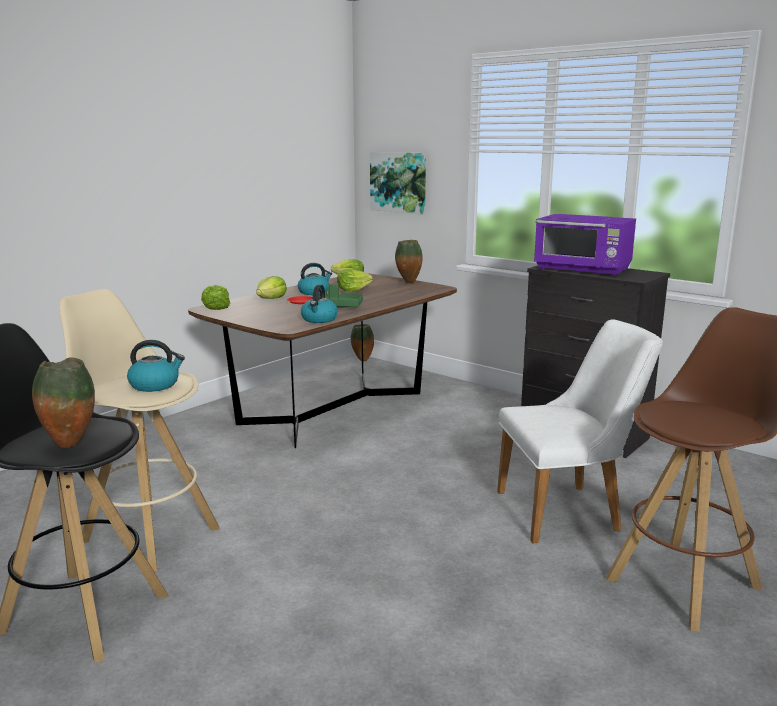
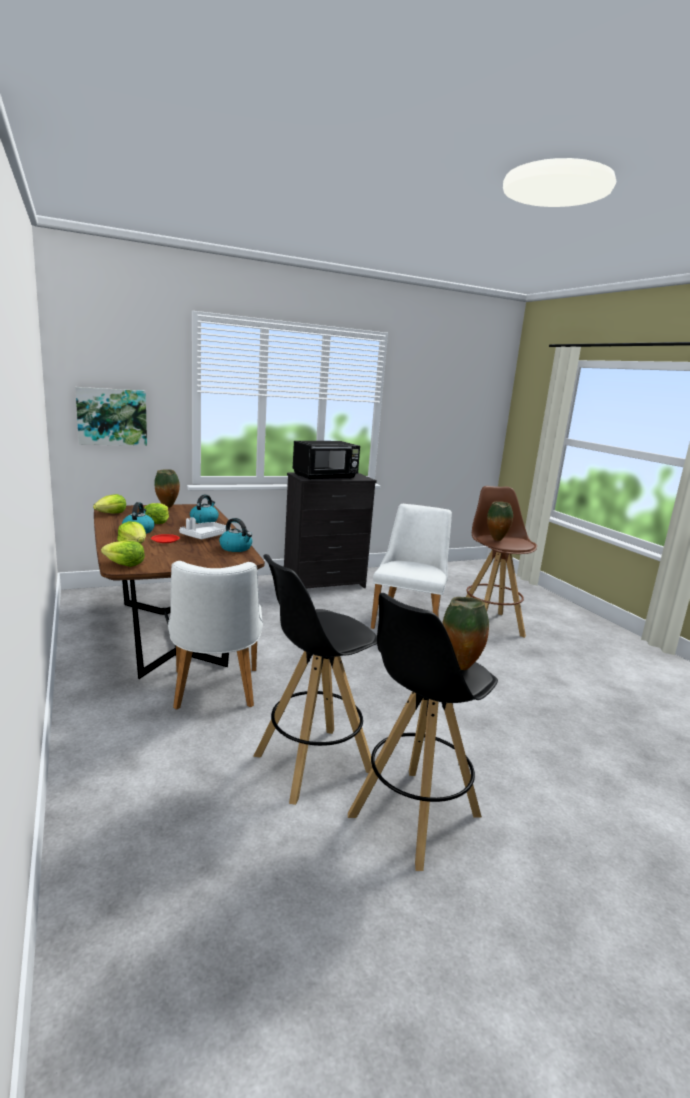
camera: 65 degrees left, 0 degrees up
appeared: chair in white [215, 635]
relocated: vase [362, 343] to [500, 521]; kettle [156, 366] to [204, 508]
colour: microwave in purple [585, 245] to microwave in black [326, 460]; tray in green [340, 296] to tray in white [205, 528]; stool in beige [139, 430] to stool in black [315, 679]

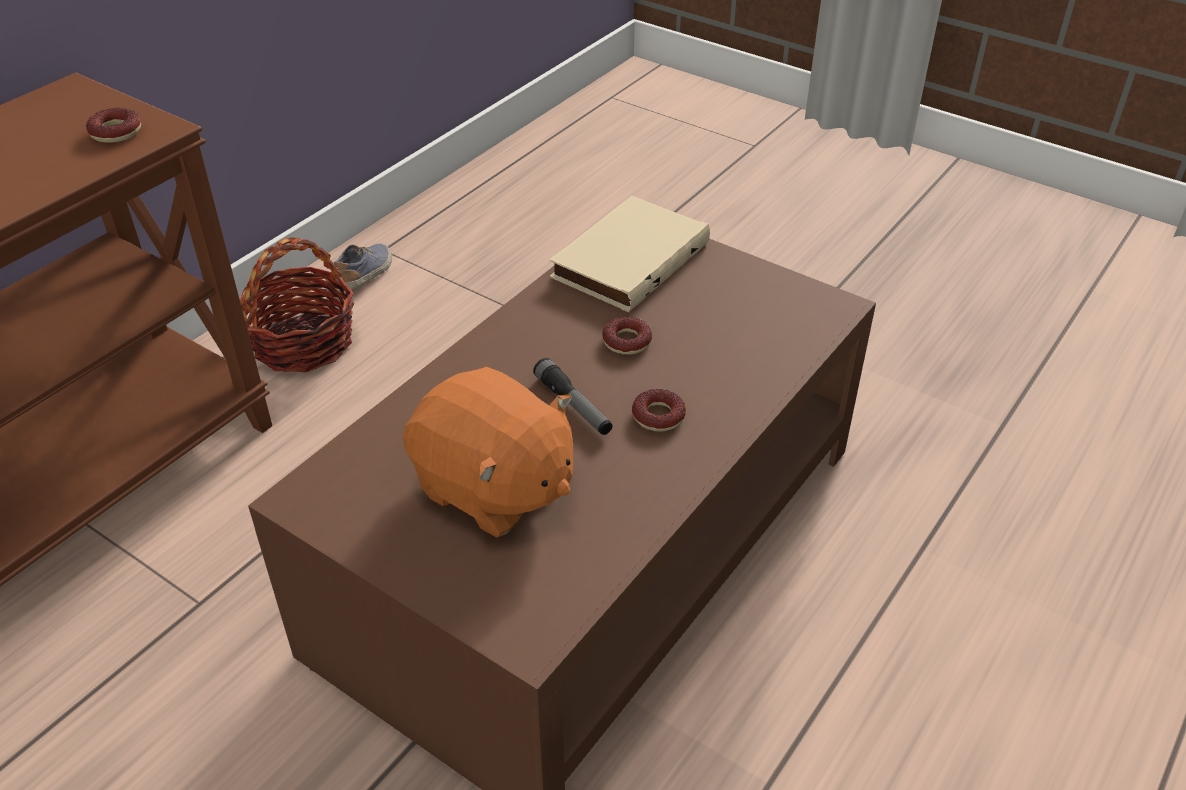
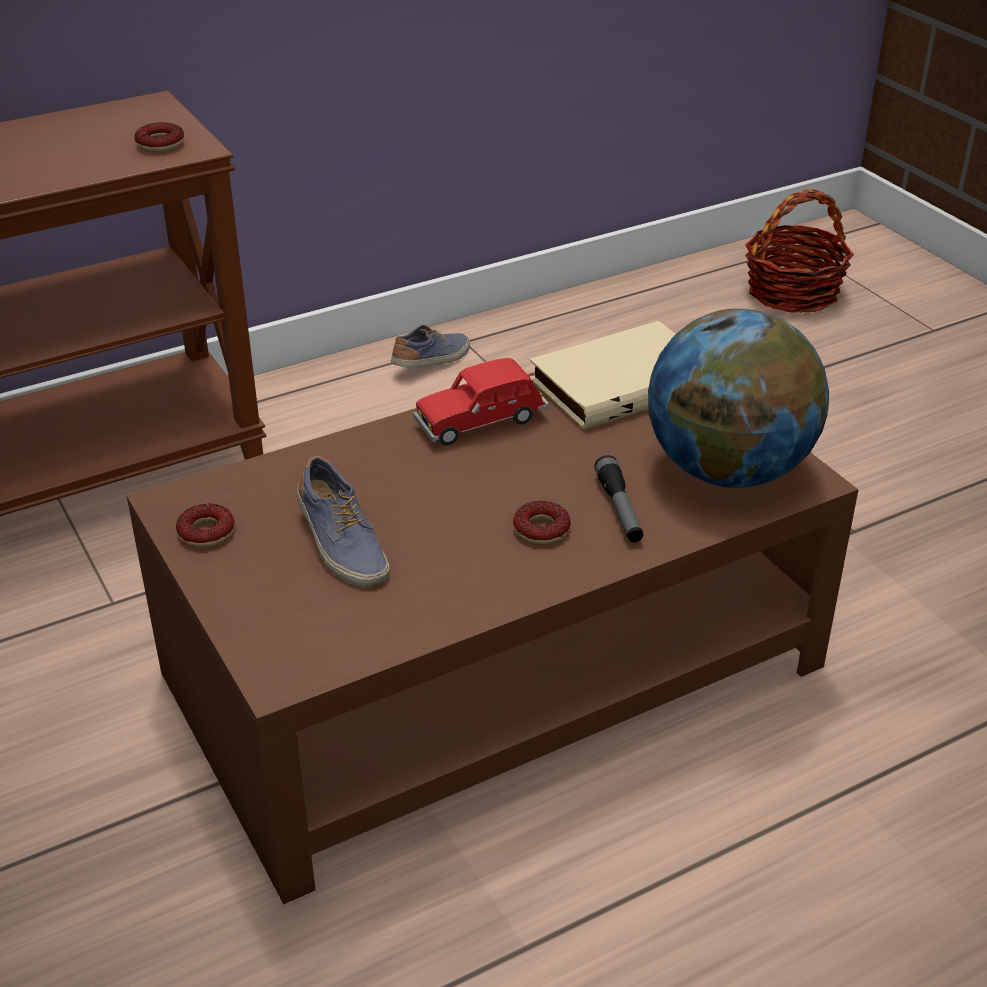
camera: 25 degrees right, 5 degrees down
appeared: globe [738, 398]; toy car in red [481, 402]
relocated: basket [297, 304] to [799, 251]; donut [627, 336] to [205, 525]; flashlight [572, 396] to [618, 498]
exchanged: plush toy in orange [488, 452] to shoe [342, 521]

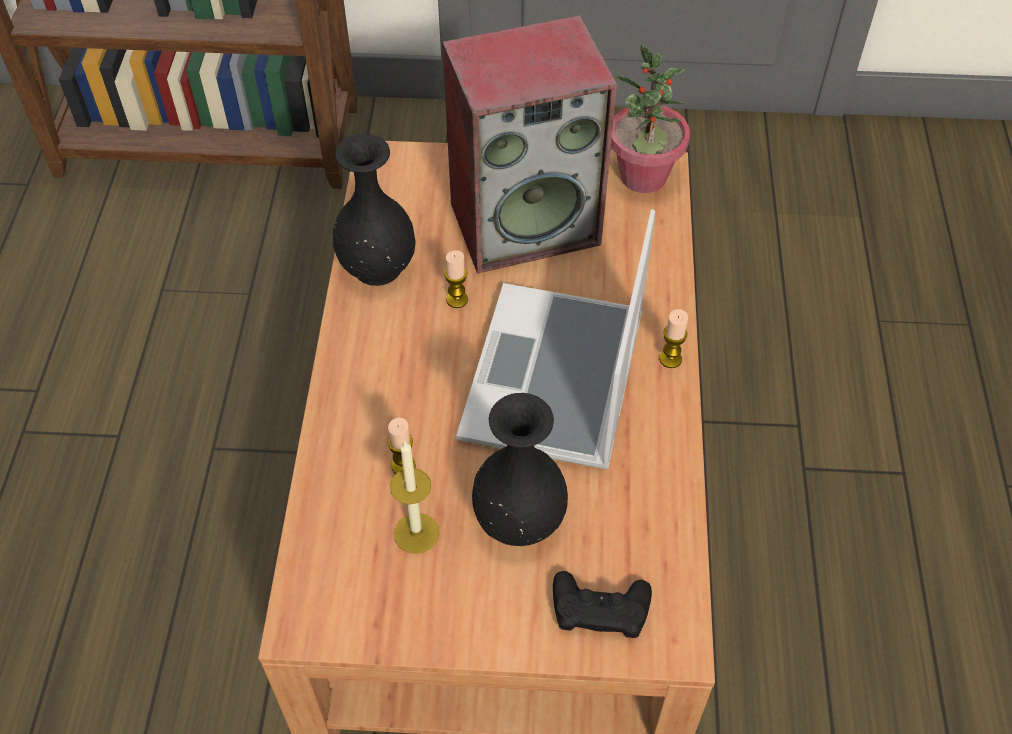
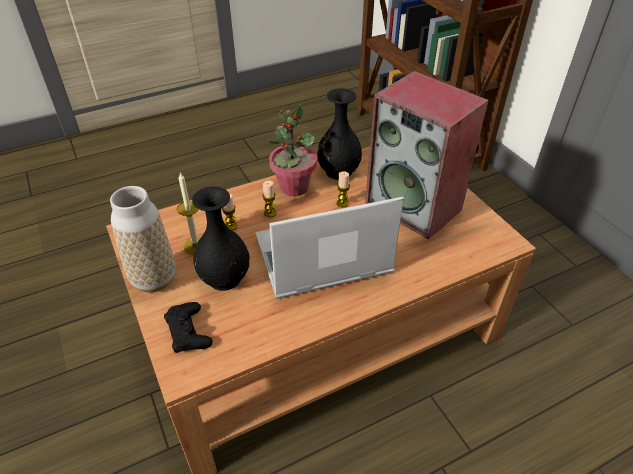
camera: 60 degrees right, 10 degrees down
appeared: vase [143, 239]
relocated: potted plant [650, 118] to [292, 150]; candle [673, 338] to [269, 199]

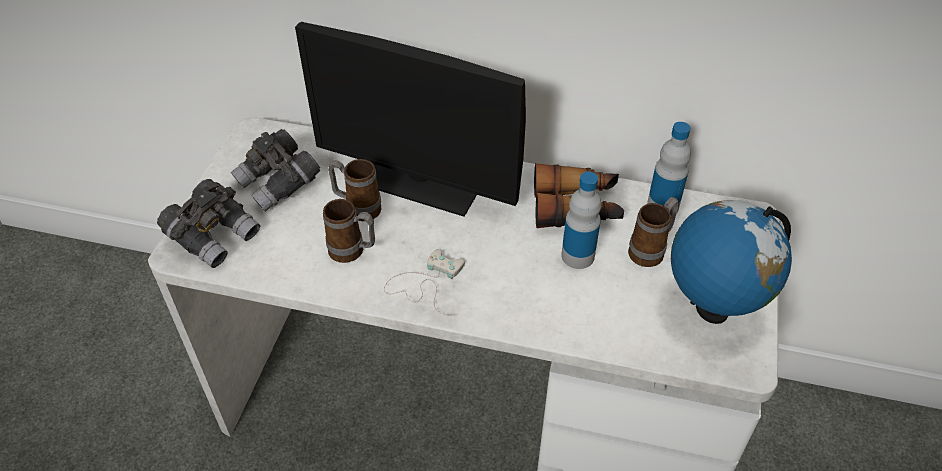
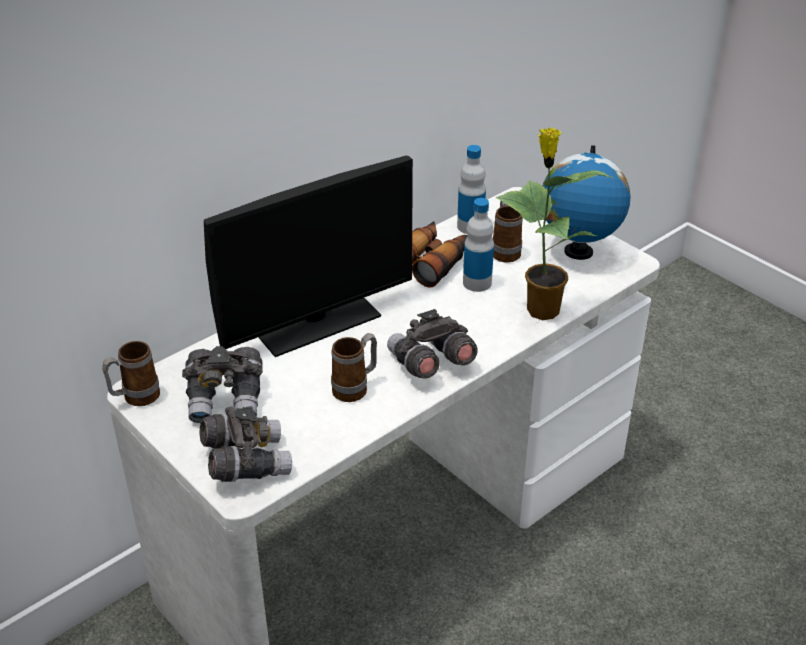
camera: 55 degrees left, 10 degrees down
appeared: potted plant [554, 223]
relocated: mug [355, 190] to [131, 373]
exchanged: game controller in white [424, 282] to binoculars in grey [432, 344]

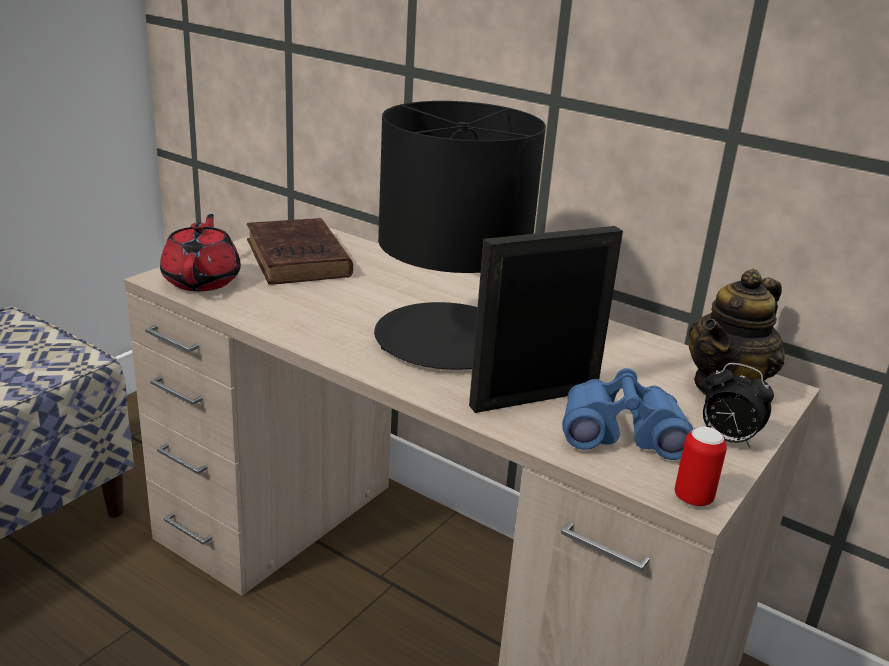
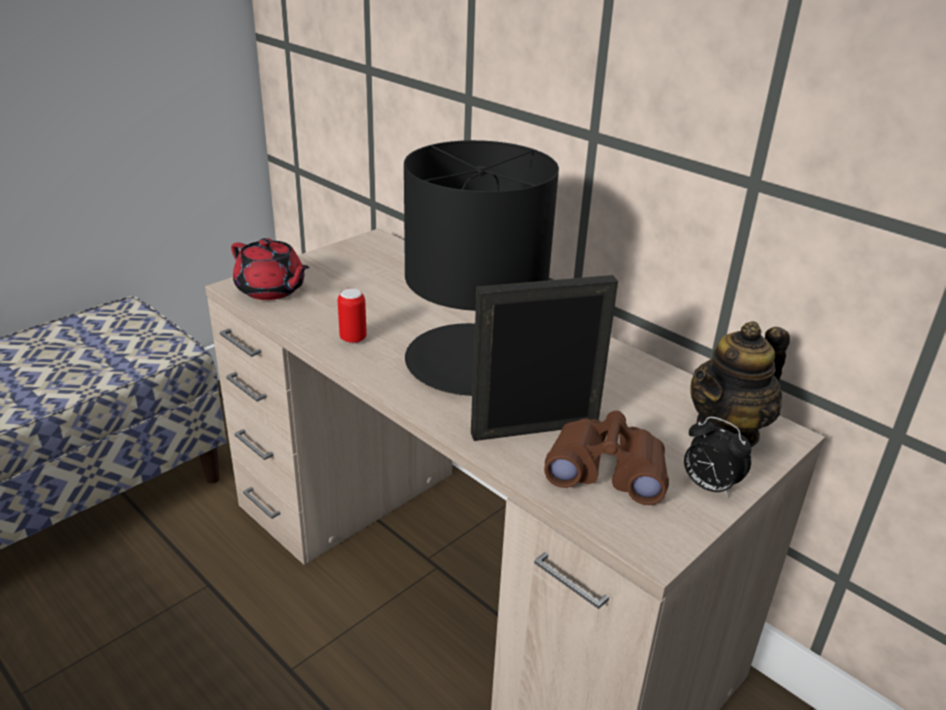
camera: 10 degrees right, 5 degrees up
missing: book in brown [300, 251]
relocated: can [701, 467] to [352, 315]
colour: binoculars in blue [627, 414] to binoculars in brown [606, 457]
spun: teapot in red [200, 252] = [270, 269] 120 degrees clockwise

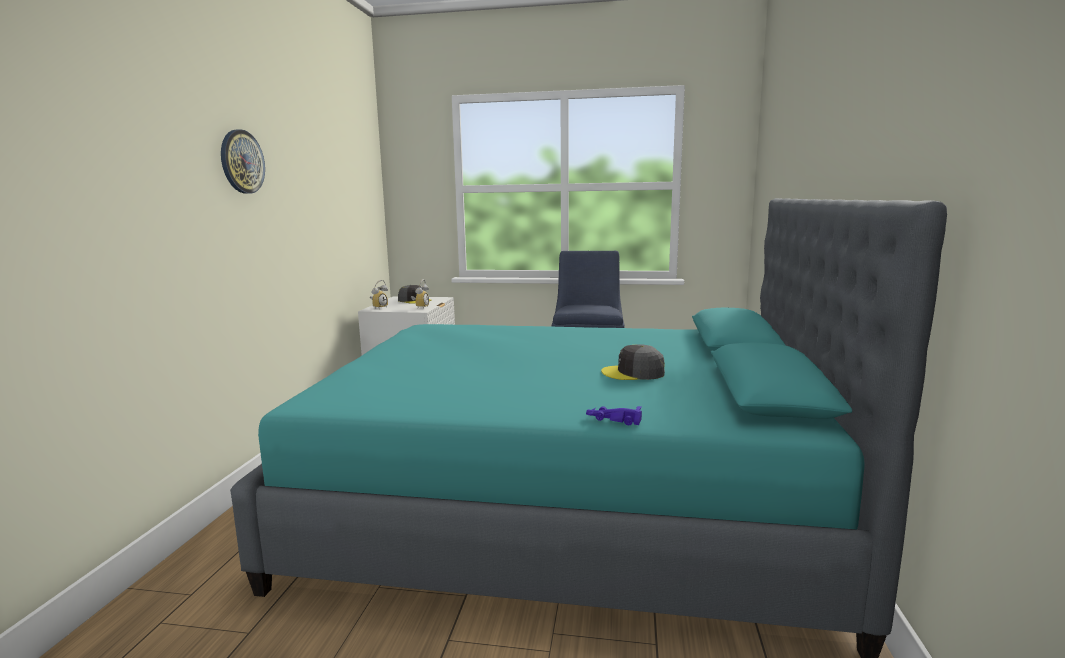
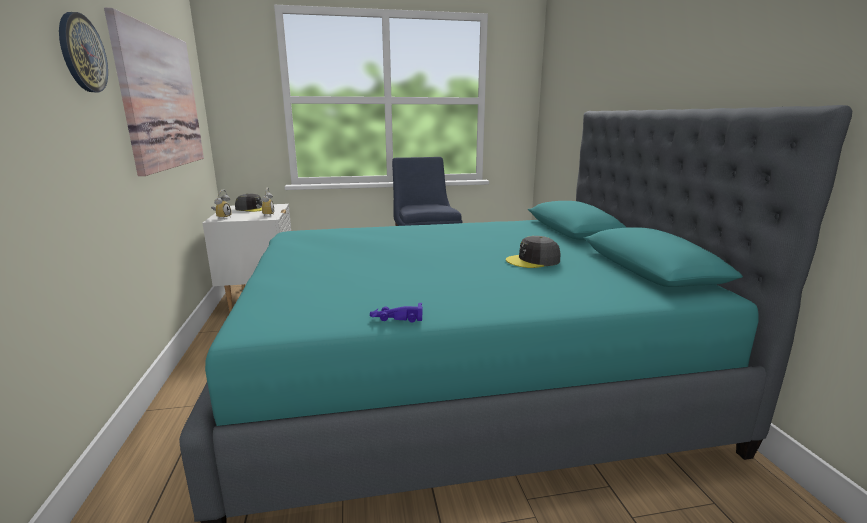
camera: 20 degrees left, 5 degrees up
appeared: picture [154, 91]
relocated: toy car in purple [614, 415] to [396, 312]

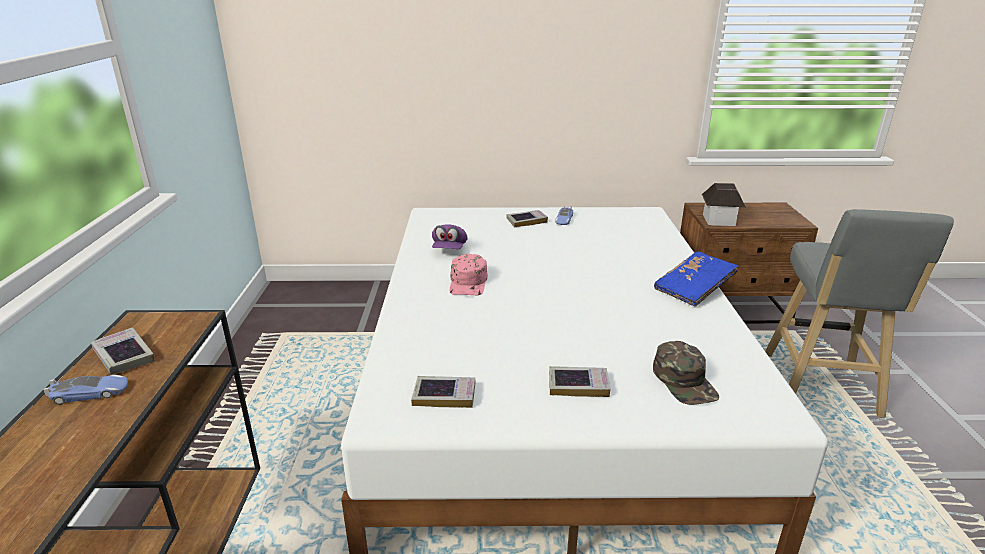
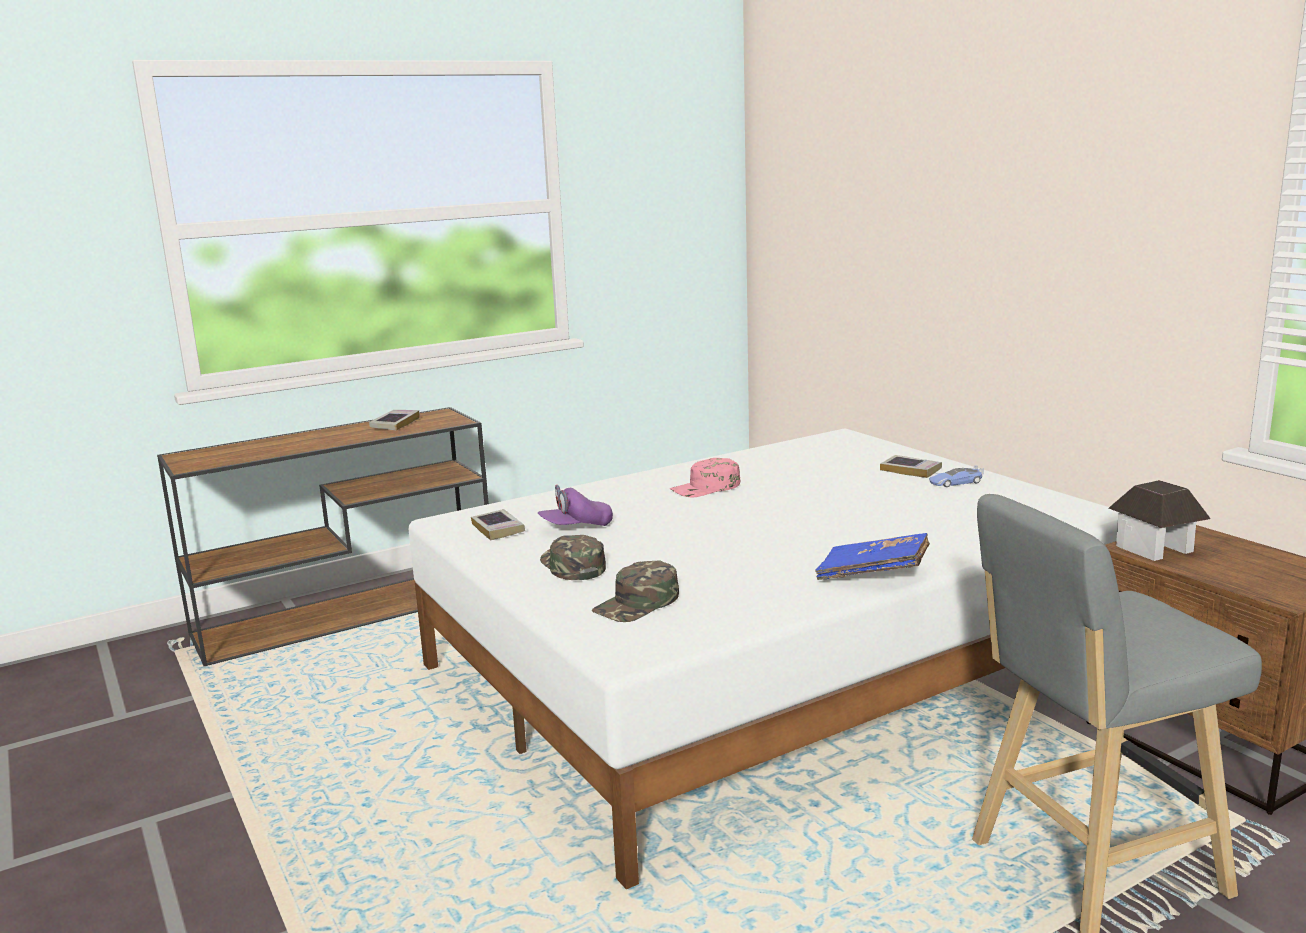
camera: 60 degrees right, 10 degrees down
missing: toy car [86, 390]
relocated: cap in purple [450, 236] to [575, 505]
exchanged: book [580, 381] to cap in green [573, 557]

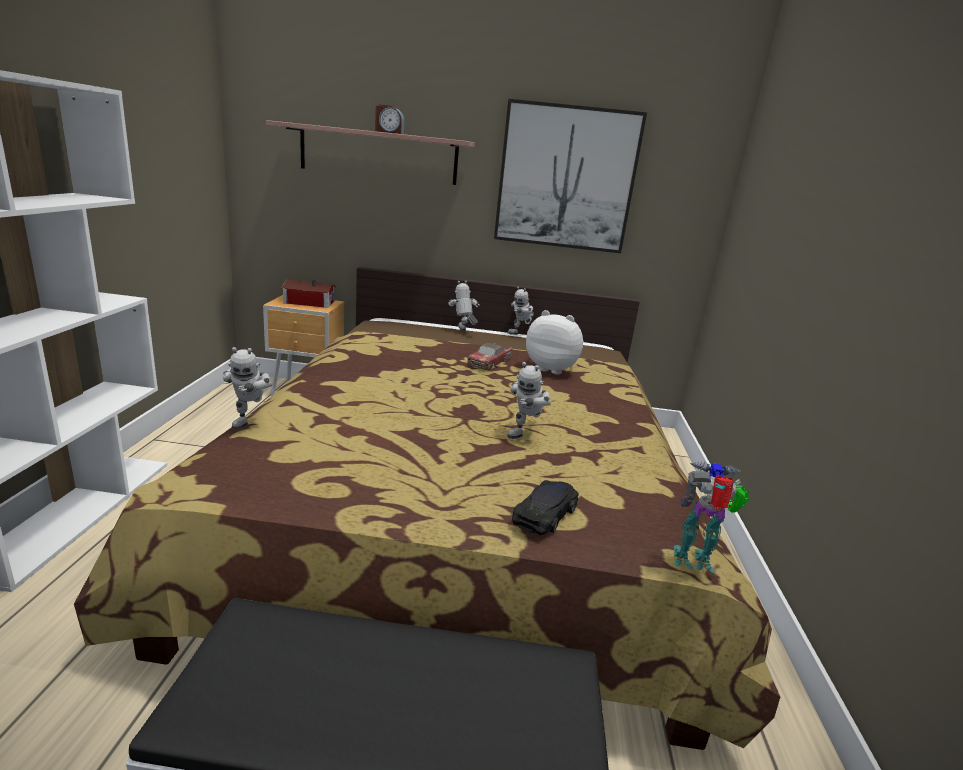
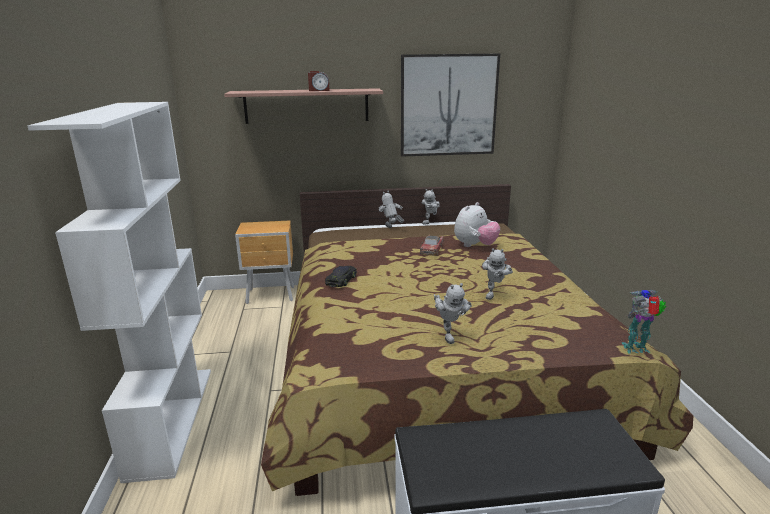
camera: 10 degrees left, 0 degrees up
missing: toy house [308, 293]
relocated: toy robot [247, 388] to [453, 313]; toy car in black [545, 507] to [341, 276]
spun: plush toy [555, 342] = [477, 224] 120 degrees clockwise

